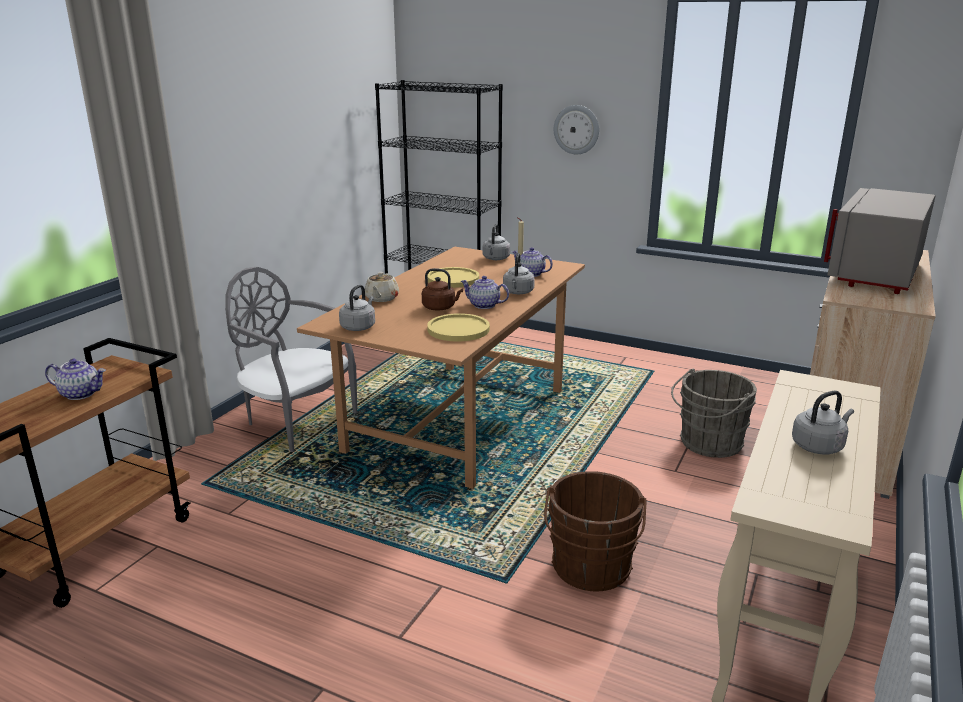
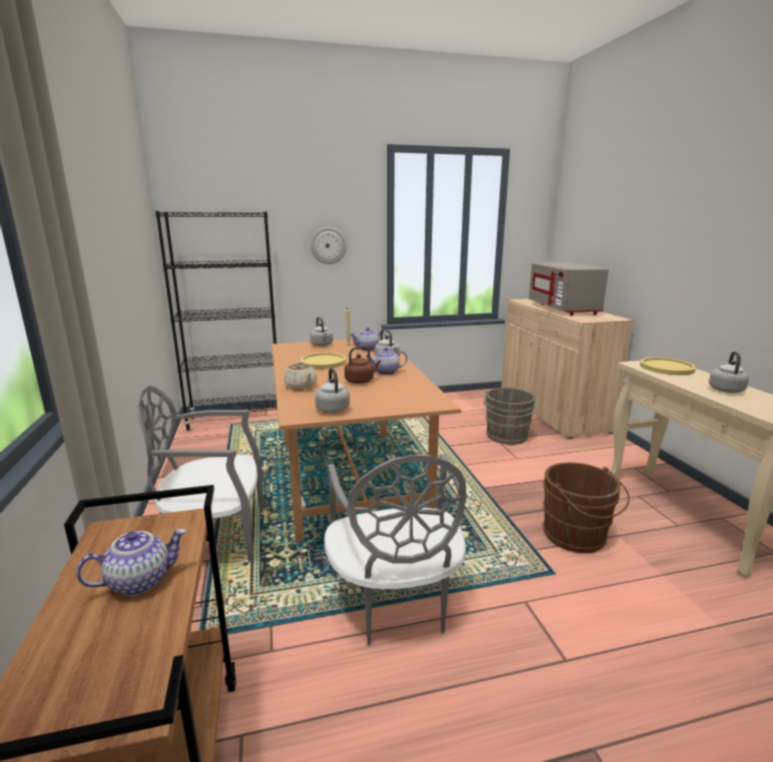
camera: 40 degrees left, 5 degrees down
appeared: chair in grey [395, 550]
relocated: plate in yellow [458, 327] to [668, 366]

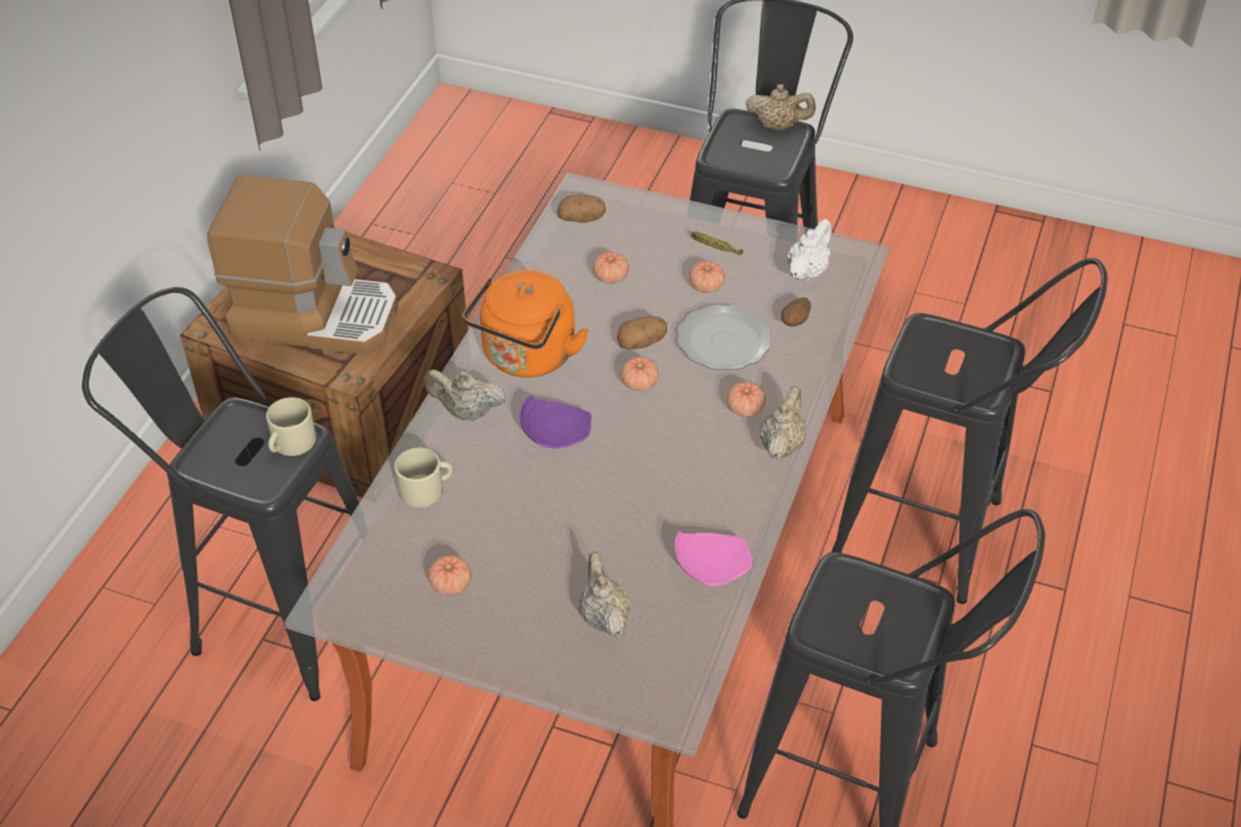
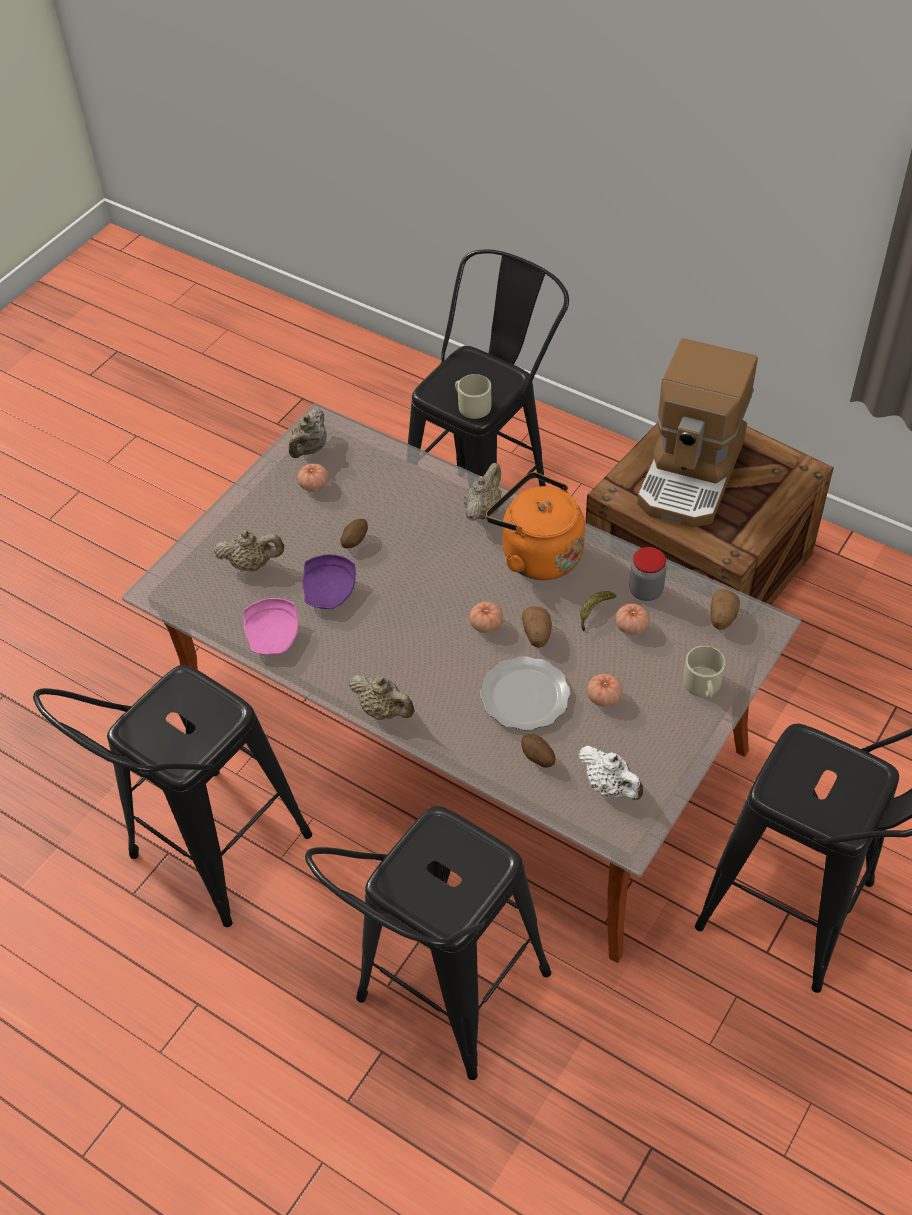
camera: 105 degrees right, 5 degrees up
missing: tomato [746, 399]
appeared: potato [354, 533]; jar [648, 574]
relocated: teapot in beige [781, 107] to [308, 433]; banana [717, 243] to [598, 611]; plate in purple [555, 421] to [329, 581]; mug in beige [424, 478] to [704, 672]

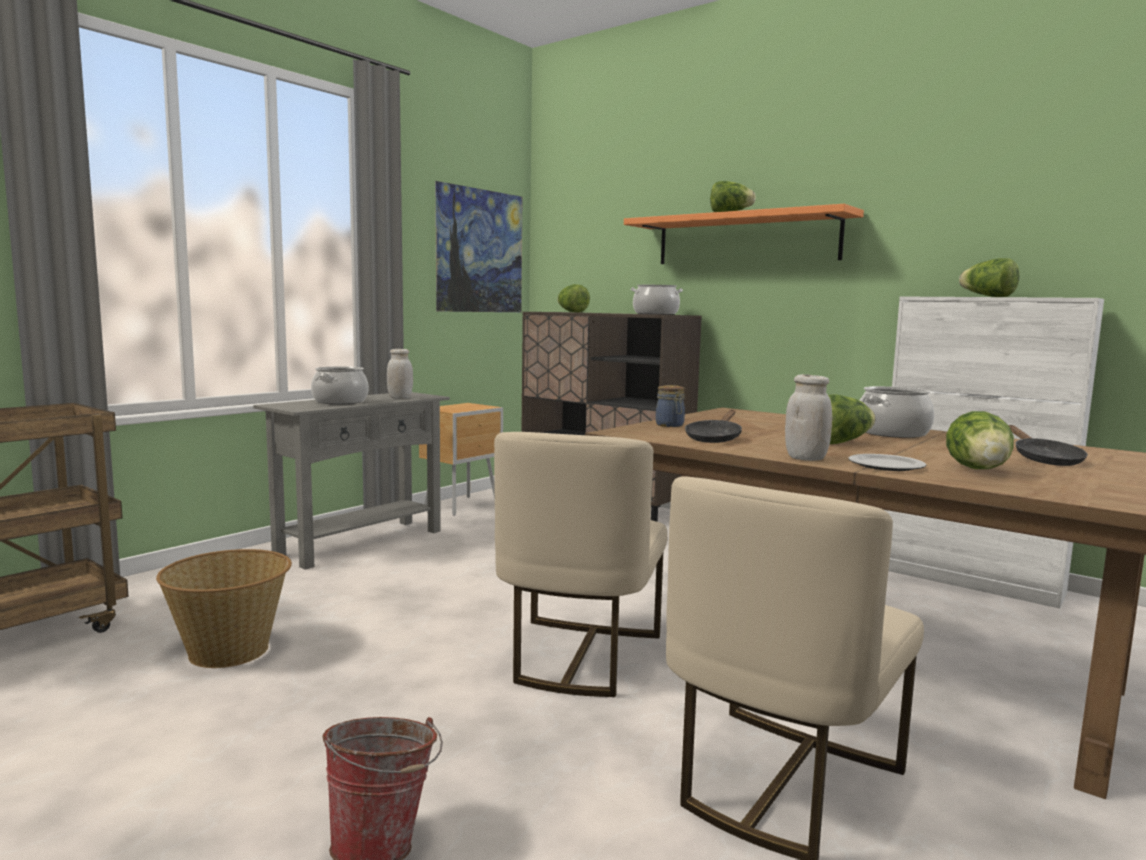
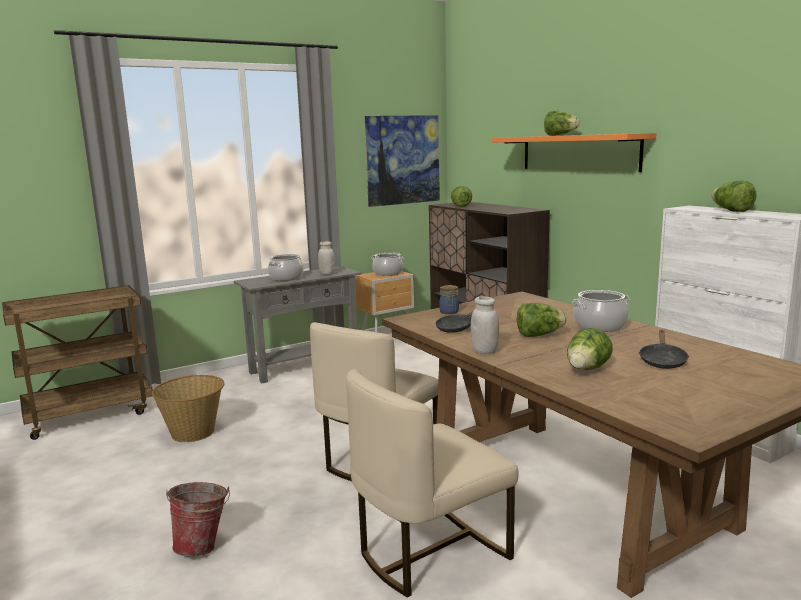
camera: 20 degrees right, 5 degrees up
missing: plate [887, 462]
relocated: cooking pot [657, 300] to [388, 264]

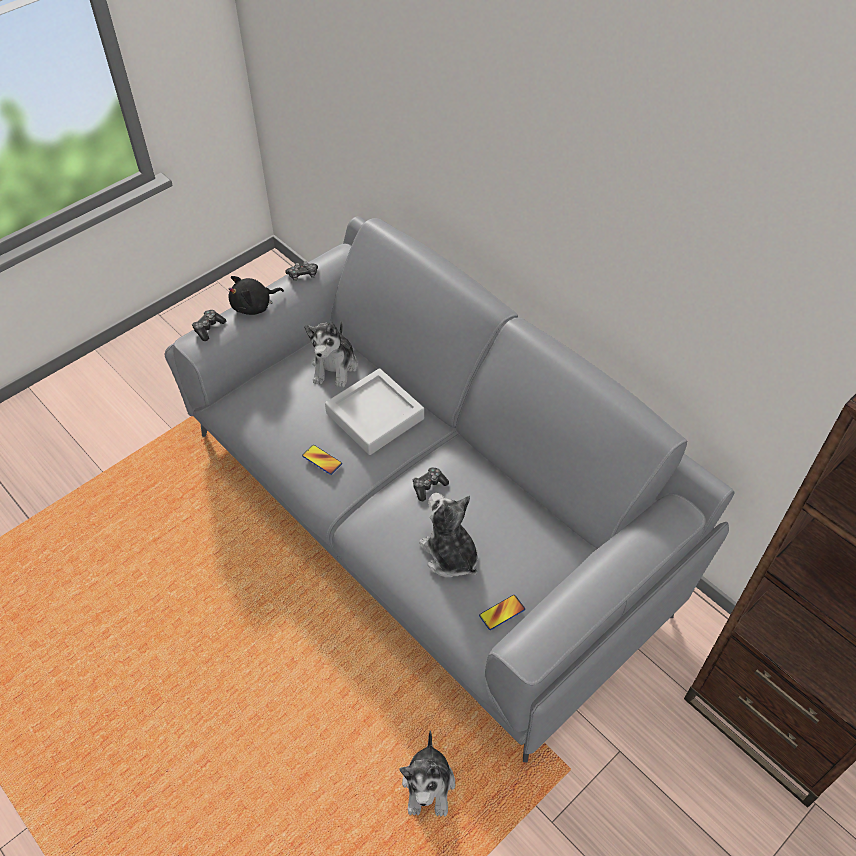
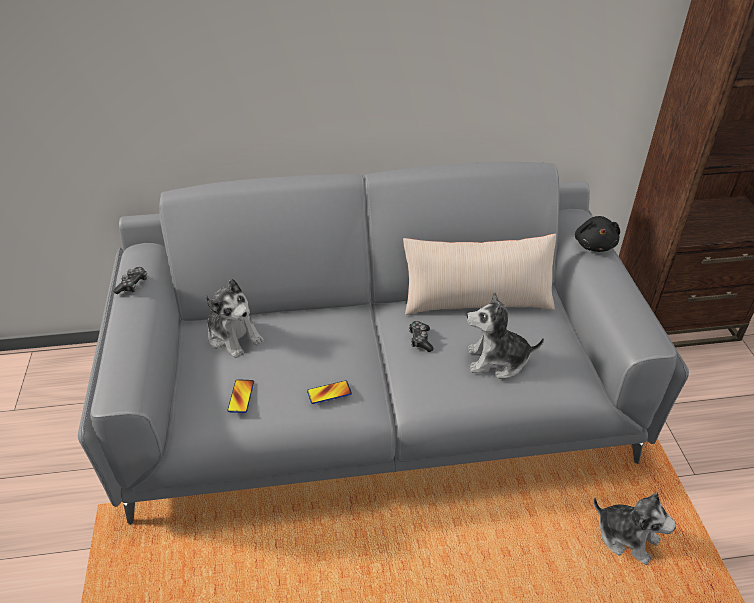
camera: 55 degrees left, 10 degrees down
missing: game controller [209, 325]; tray in grey [374, 411]
appeared: pillow in beige [479, 274]
relocated: plush toy in black [256, 295] to [597, 234]; phone [502, 612] to [240, 396]

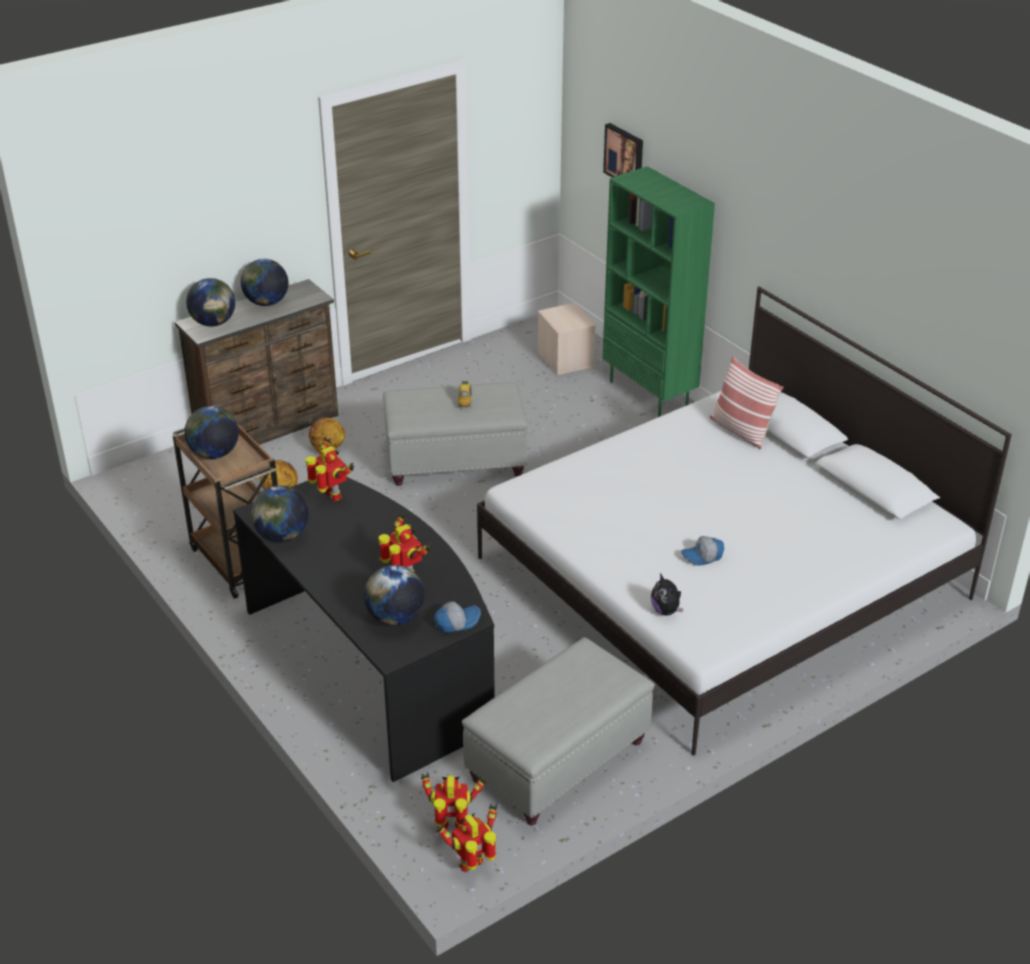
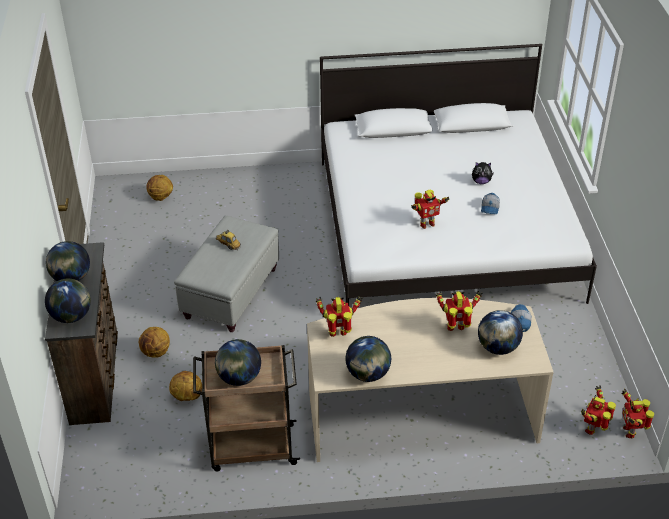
camera: 60 degrees left, 5 degrees up
missing: picture [623, 150]; bookcase in green [659, 291]; pillow [747, 402]; ottoman in grey [558, 731]
appeared: toy robot [430, 209]
relocated: plush toy [667, 594] to [483, 173]
exchanged: storage box in beige [567, 339] to basketball [159, 188]
colour: desk in black [364, 629] to desk in beige [430, 380]

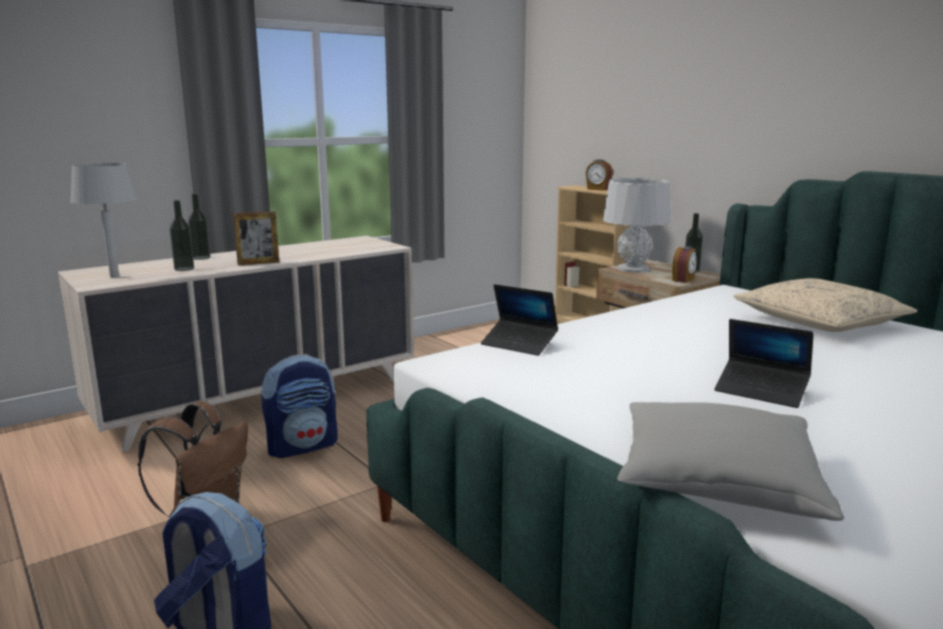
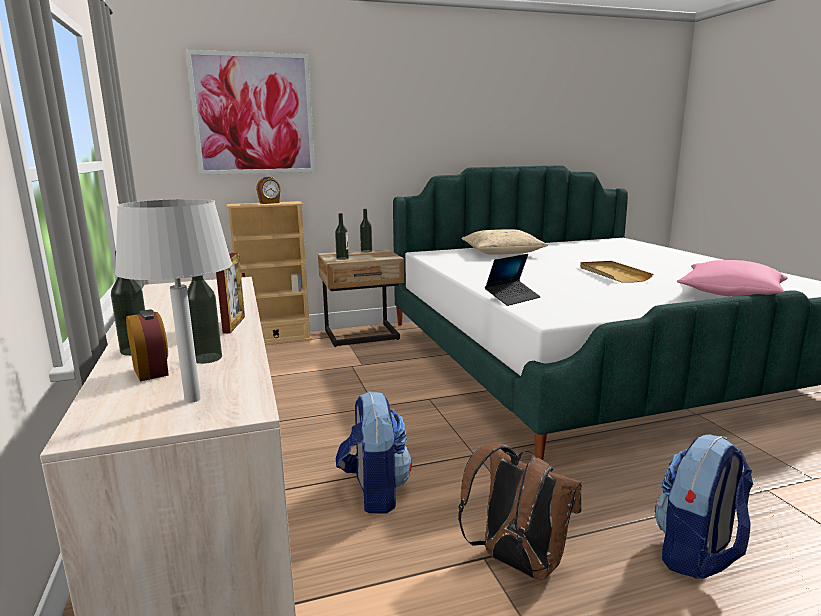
camera: 70 degrees left, 0 degrees up
appeared: picture [250, 112]
relocated: alarm clock [685, 264] to [147, 345]
exchanged: table lamp in grey [637, 225] to bottle [342, 236]; laptop [764, 363] to tray in beige [616, 272]
colour: pillow in grey [730, 461] to pillow in pink [732, 278]

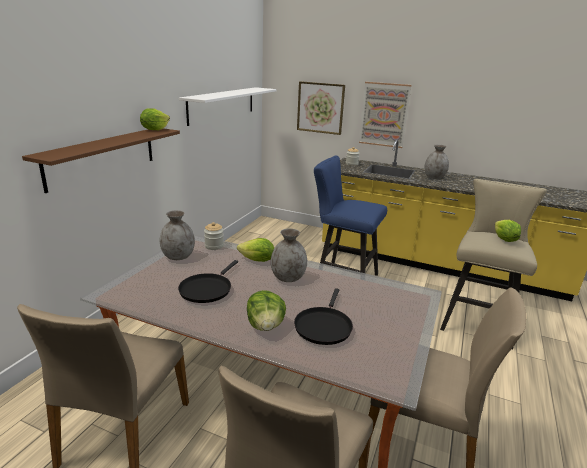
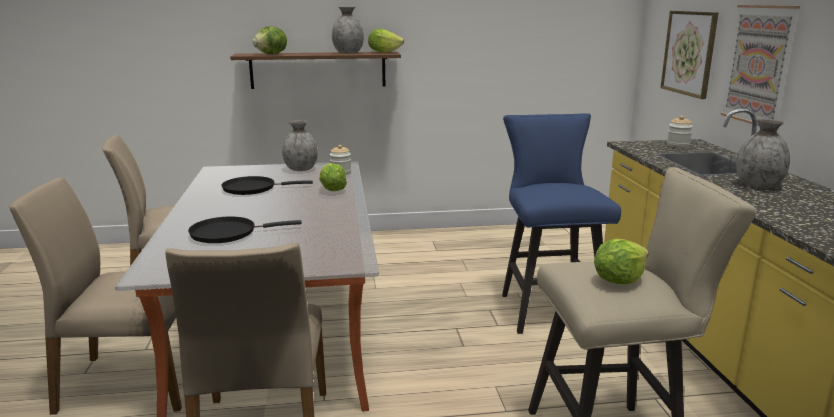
camera: 60 degrees right, 5 degrees down
missing: shelf in white [227, 106]
relocated: vase in grey [289, 255] to [348, 30]; lettuce [266, 310] to [269, 40]

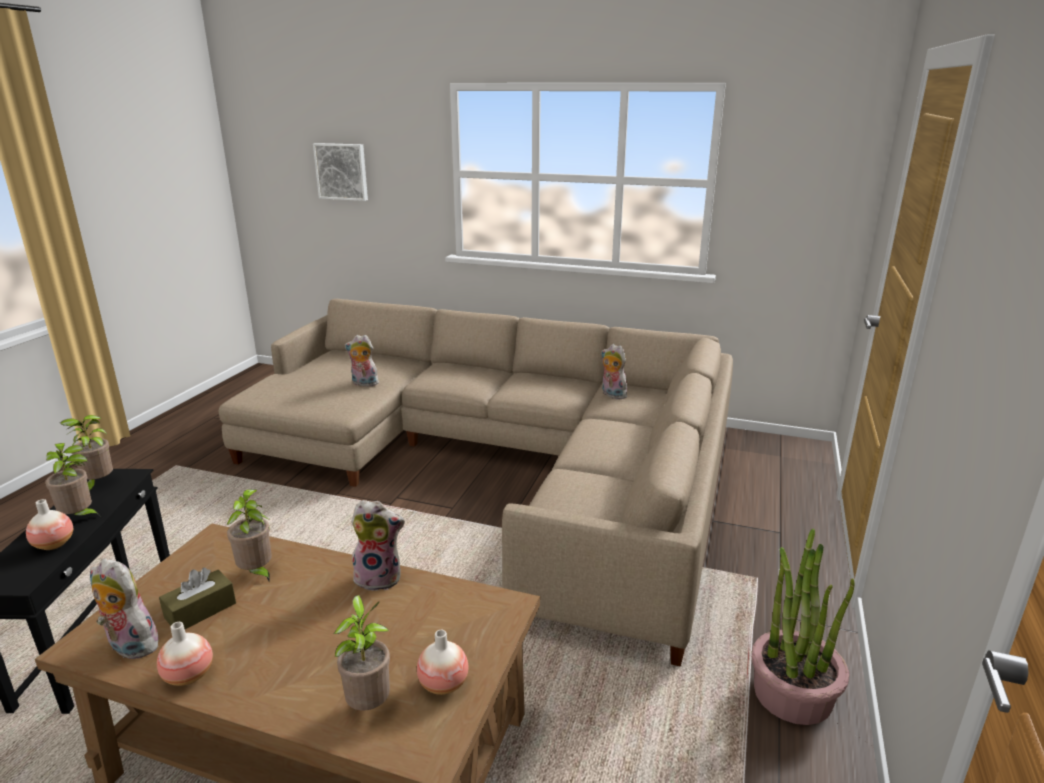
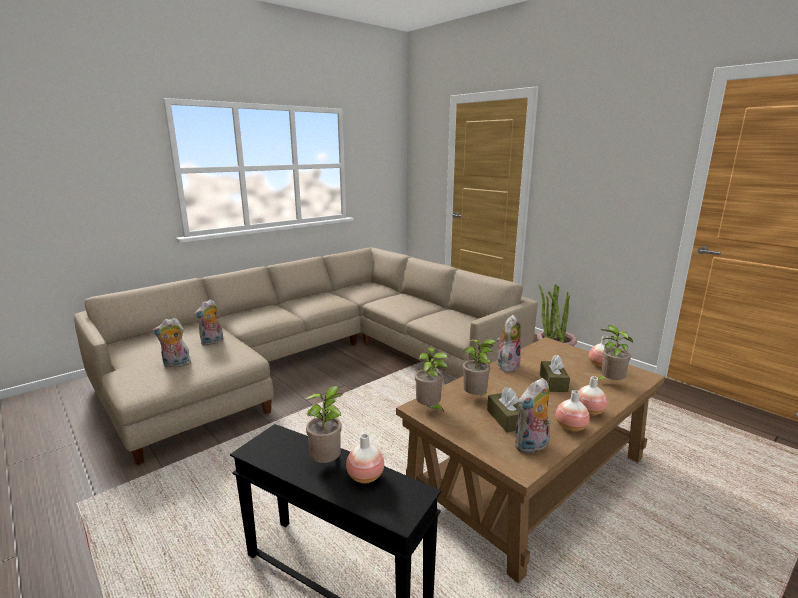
camera: 60 degrees left, 5 degrees down
missing: picture [340, 172]
appeared: tissue box in brown [555, 373]; vase [592, 396]
relocated: plush toy [614, 371] to [171, 343]; potted plant [86, 453] to [431, 380]

